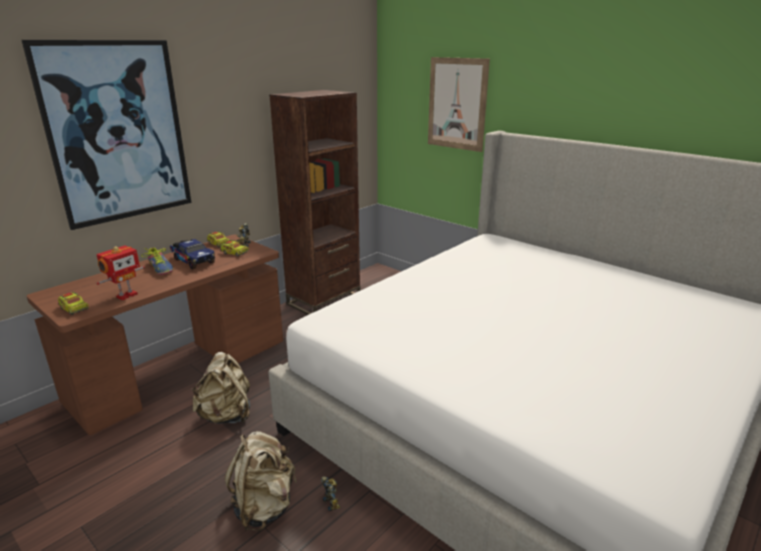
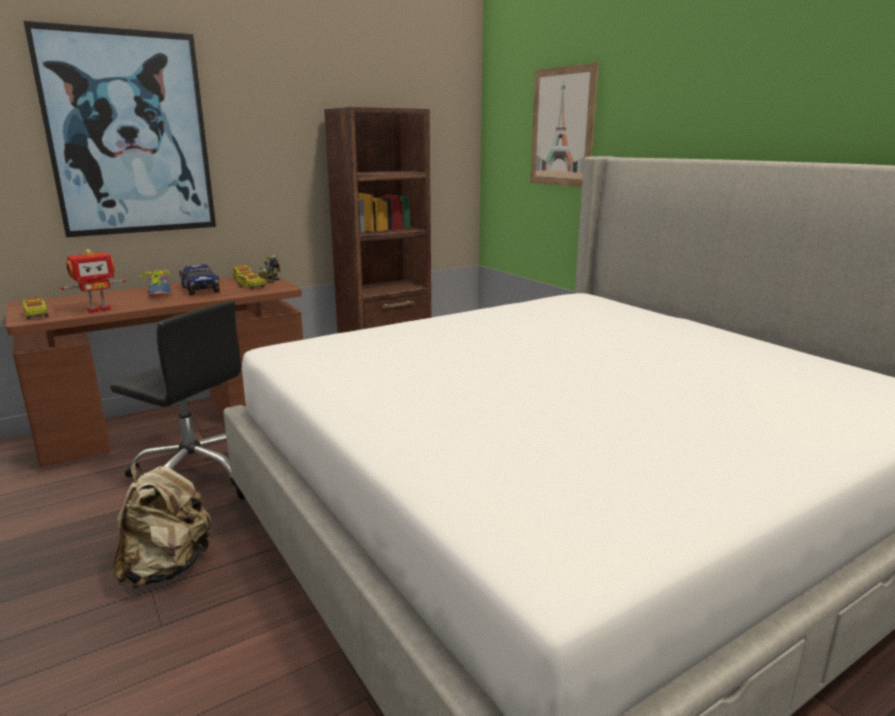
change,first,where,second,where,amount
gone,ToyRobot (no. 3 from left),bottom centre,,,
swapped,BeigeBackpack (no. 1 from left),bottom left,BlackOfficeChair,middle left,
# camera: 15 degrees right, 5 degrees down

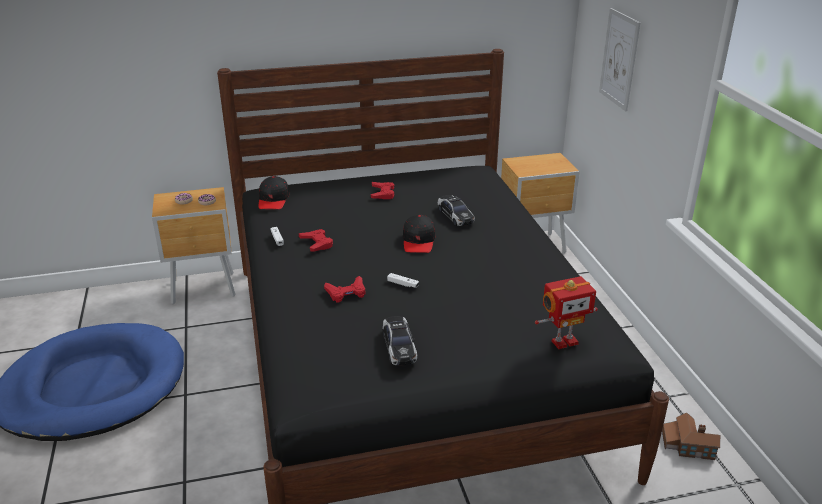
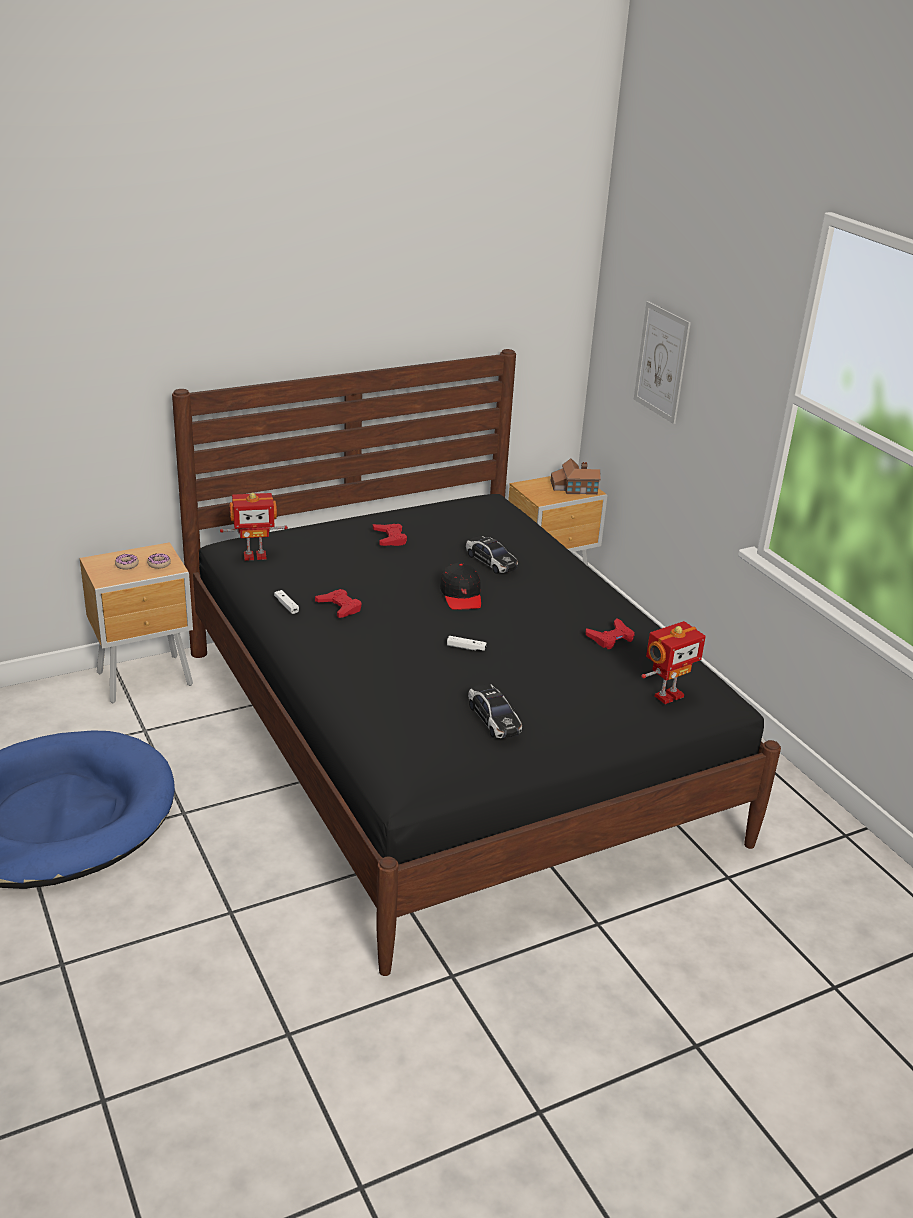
change,first,where,second,where,amount
shifted,RedGameController (no. 2 from left in the first image),centre,RedGameController (no. 3 from left),middle right,
shifted,ToyHouse,bottom right,,centre,
swapped,BlackCap (no. 1 from left),centre,ToyRobot (no. 1 from left),middle left,
# camera: 15 degrees left, 0 degrees up

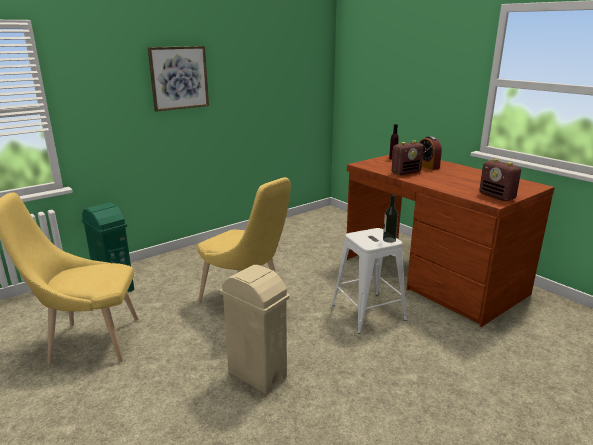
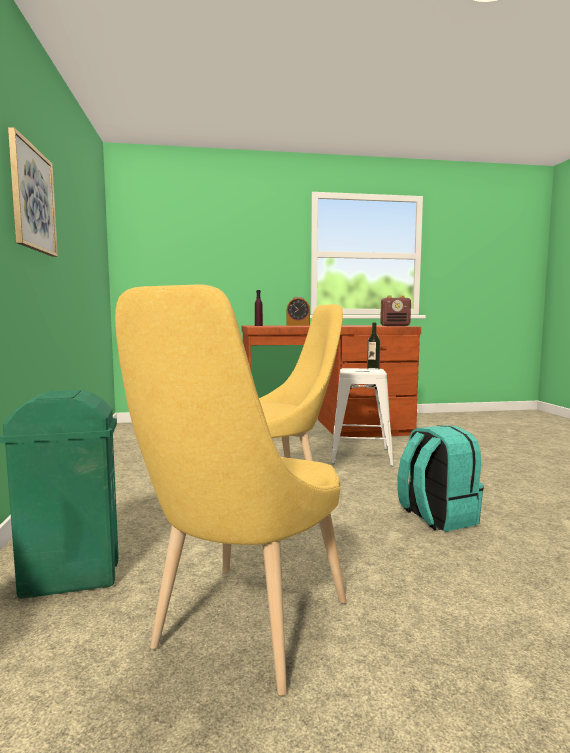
change,first,where,second,where,amount
gone,Radio (no. 1 from left),middle right,,,
swapped,BeigeTrashCan,bottom centre,TurquoiseBackpack,middle right,
# camera: 60 degrees left, 15 degrees down

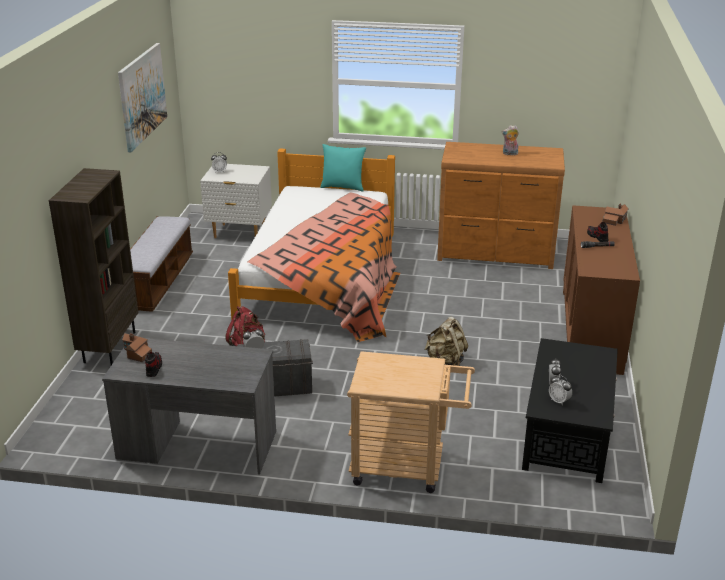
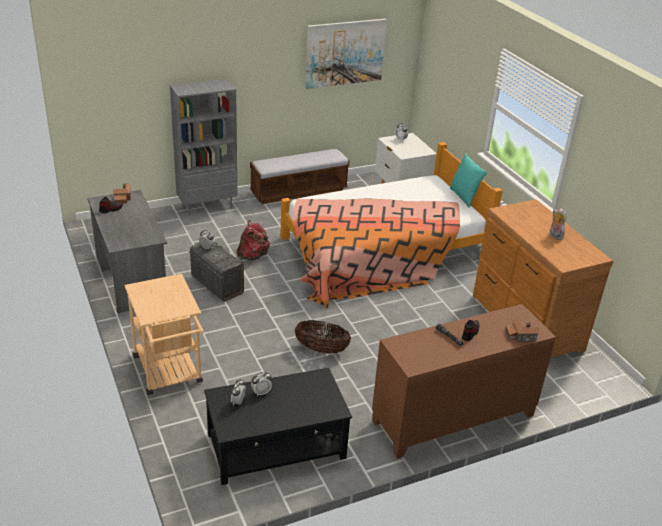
change,first,where,second,where,amount
swapped,BeigeBackpack,centre,Basket,centre,
repainted,BrownBookcase,middle left,GreyBookcase,top left,
# camera: 55 degrees right, 5 degrees up

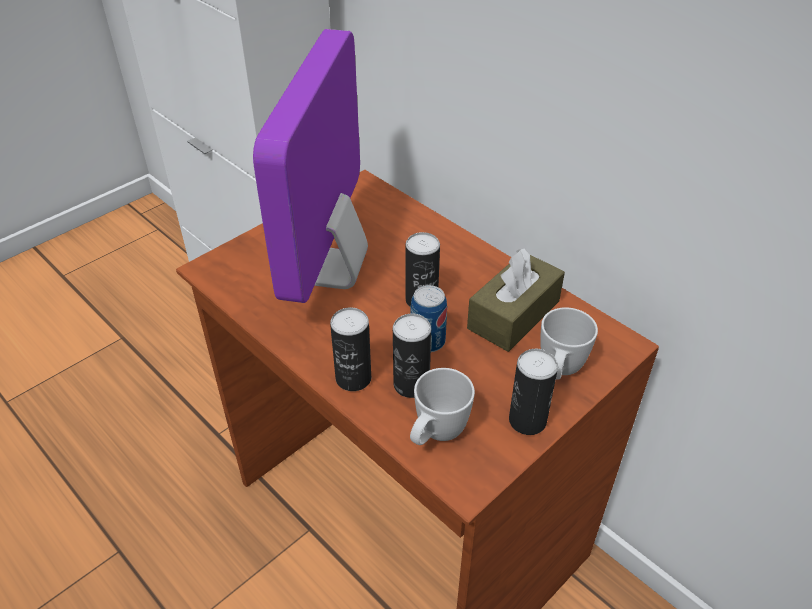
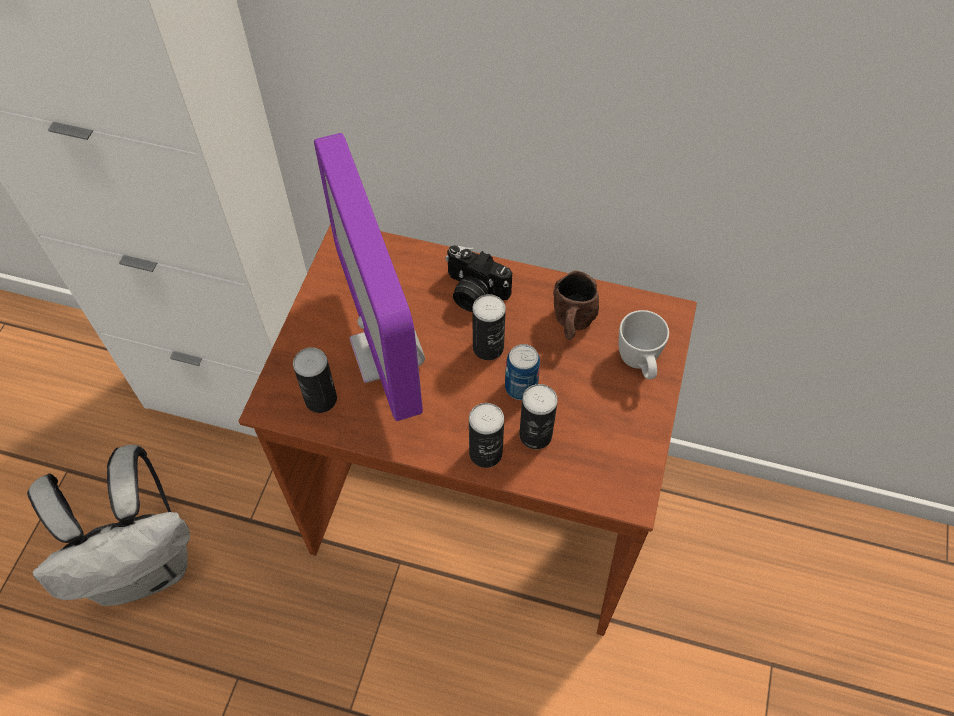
change,first,where,second,where,amount
gone,WhiteMug (no. 1 from left),bottom centre,,,
new,,,WhiteBackpack,bottom left,
new,,,PhotoCamera,centre,
shifted,Can (no. 5 from left in the first image),centre,Can (no. 1 from left),middle left,
swapped,BrownTissueBox,centre,BrownMug,centre,
# camera: 30 degrees left, 15 degrees up

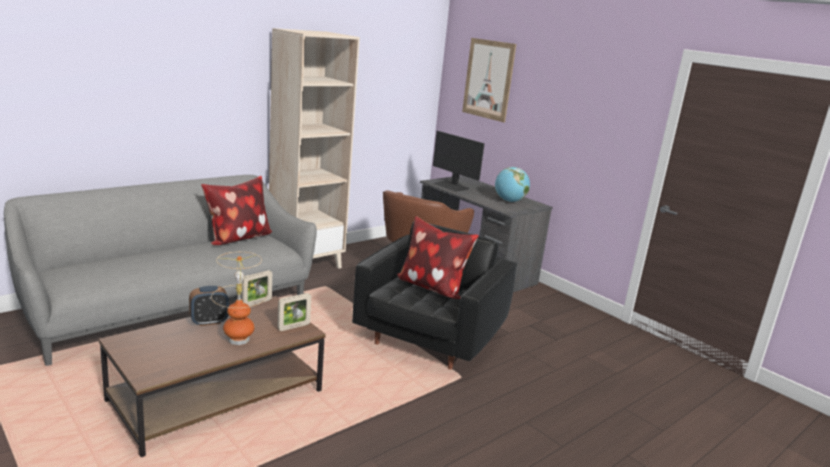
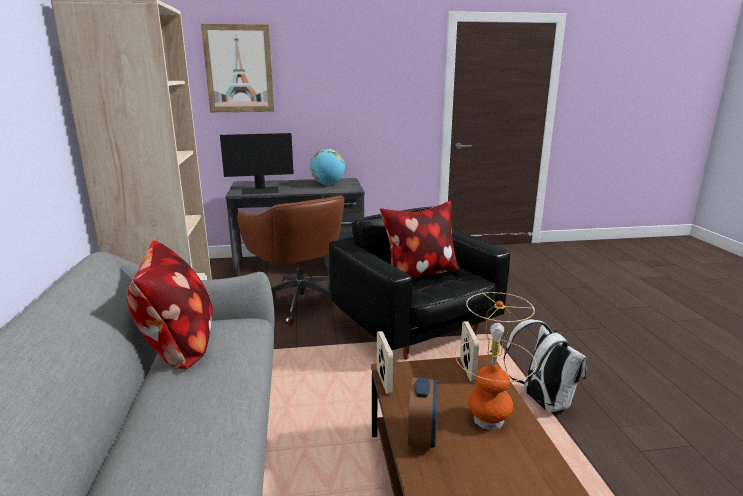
change,first,where,second,where,amount
new,,,WhiteBackpack,bottom right,
# camera: 55 degrees left, 0 degrees up

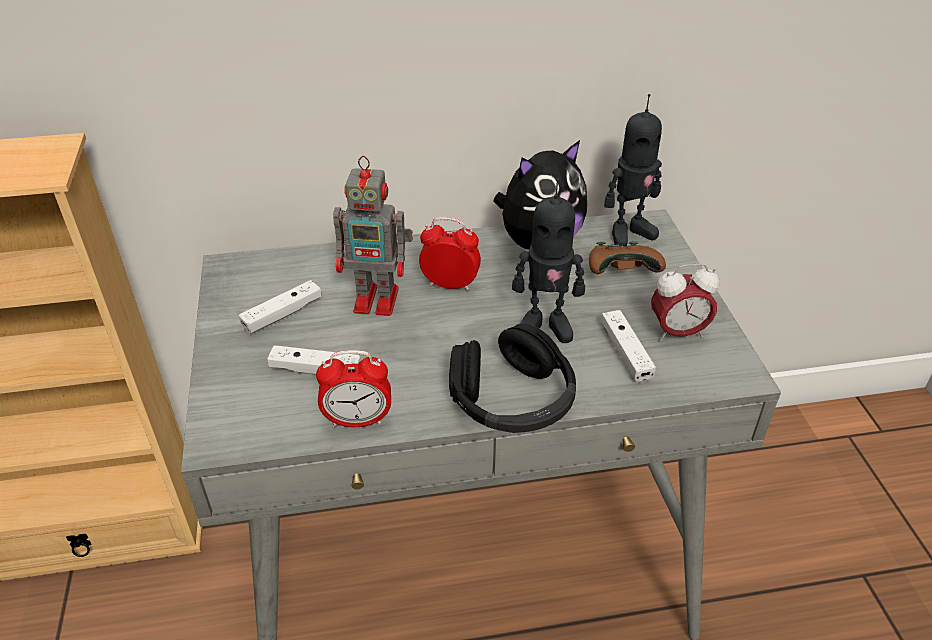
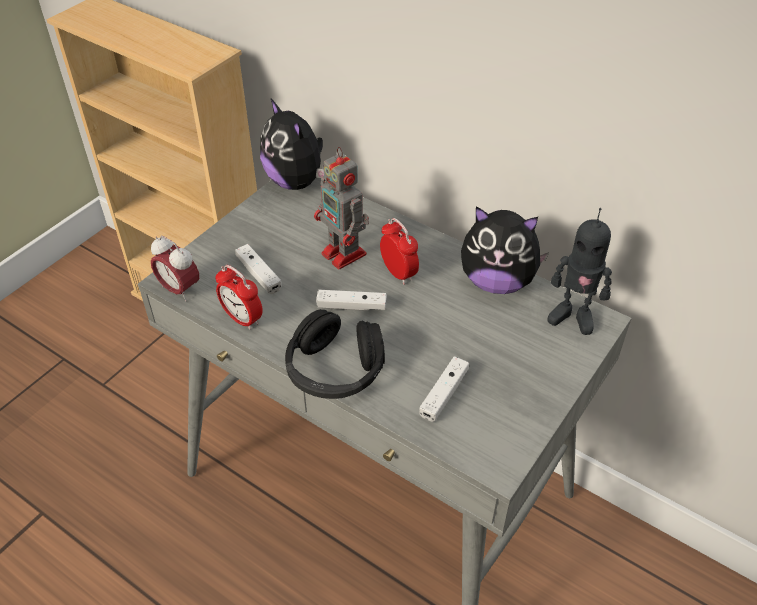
change,first,where,second,where,amount
gone,ToyRobot (no. 2 from left),centre,,,
gone,BrownGameController,middle right,,,
new,,,PlushToy (no. 1 from left),top centre,
shifted,WhiteGameController (no. 1 from left in the first image),middle left,WhiteGameController (no. 2 from left),centre,
shifted,AlarmClock (no. 3 from left in the first image),middle right,AlarmClock (no. 1 from left),middle left,
# camera: 45 degrees right, 5 degrees up

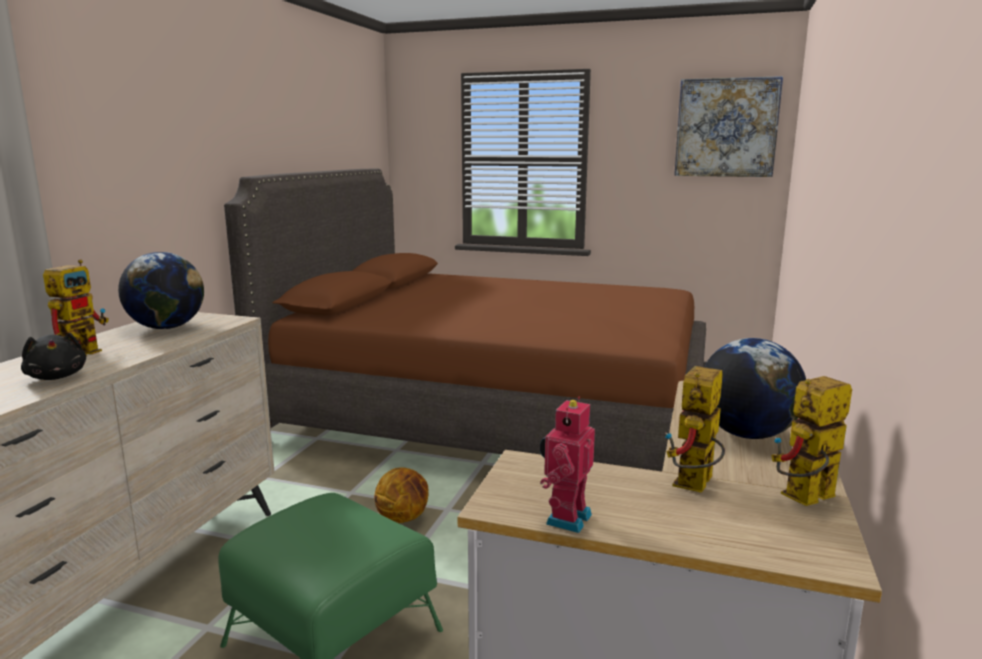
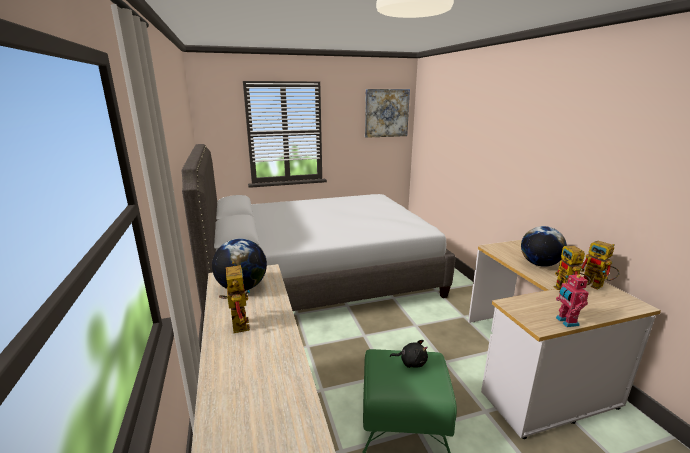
change,first,where,second,where,amount
gone,Basketball,bottom centre,,,
shifted,BlackPlushToy,middle left,,bottom centre,
repainted,BrownBed,centre,GreyBed,centre,
rotated,ToyRobot (no. 4 from left),bottom right,,middle right,60 degrees counterclockwise
# camera: 35 degrees left, 5 degrees up

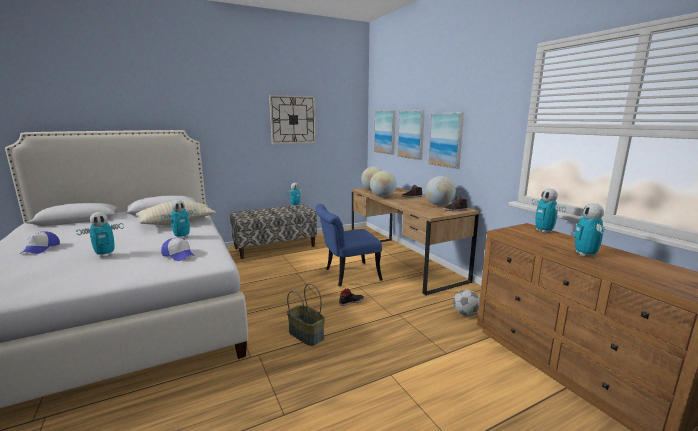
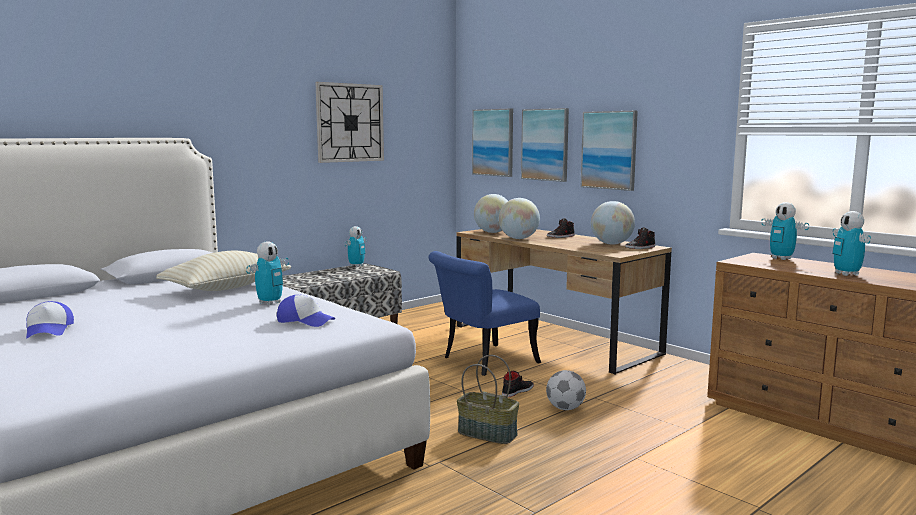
change,first,where,second,where,amount
gone,ToyRobot (no. 1 from left),middle left,,,
shifted,Football,bottom right,,bottom centre,
# camera: 15 degrees left, 5 degrees down

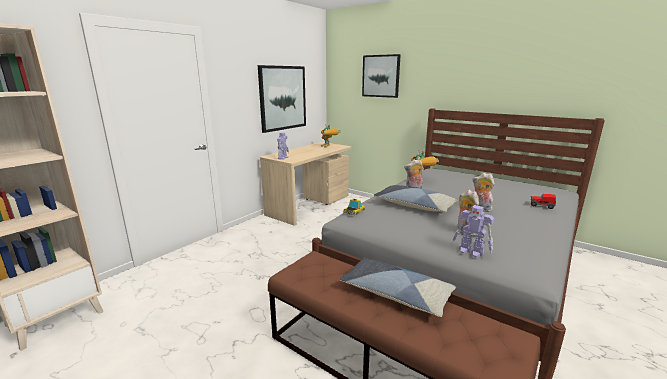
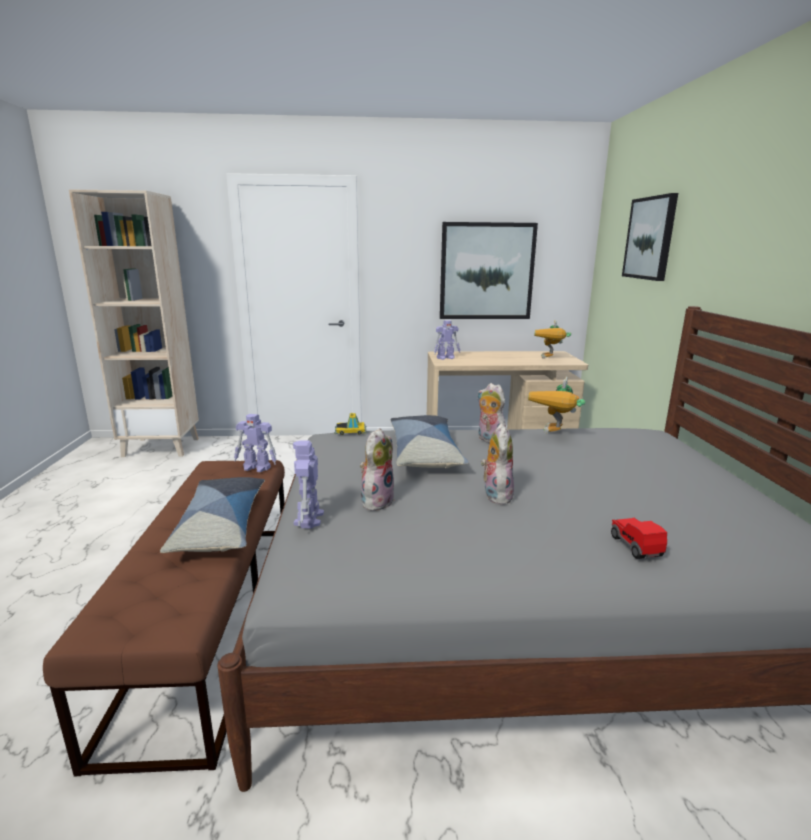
change,first,where,second,where,amount
new,,,ToyRobot (no. 1 from left),middle left,
# camera: 50 degrees right, 0 degrees up

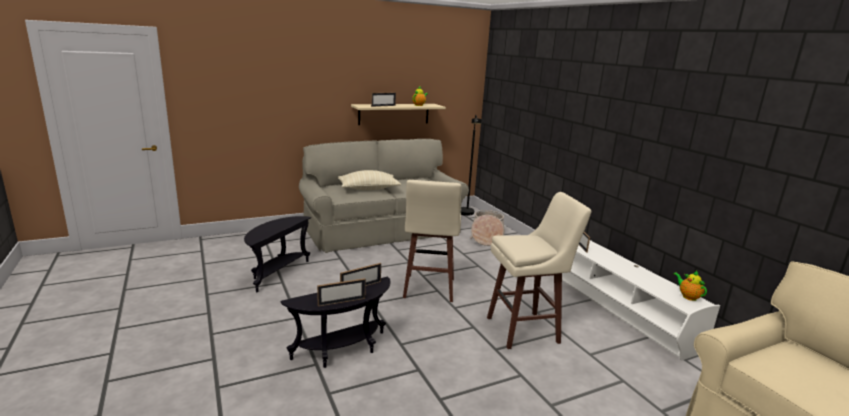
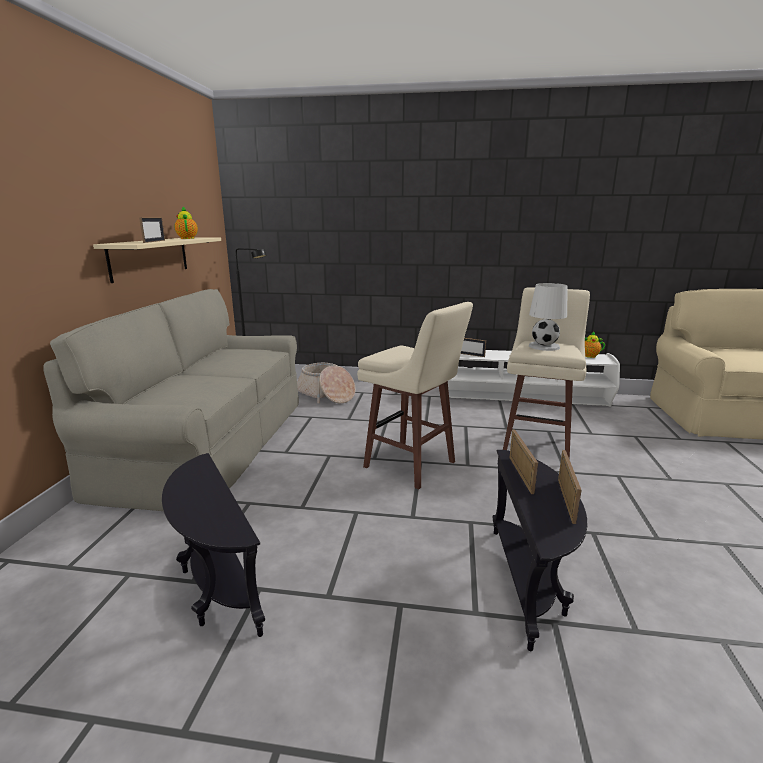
change,first,where,second,where,amount
gone,BeigePillow,centre,,,
new,,,WhiteTableLamp,middle right,
# camera: 55 degrees left, 0 degrees up

